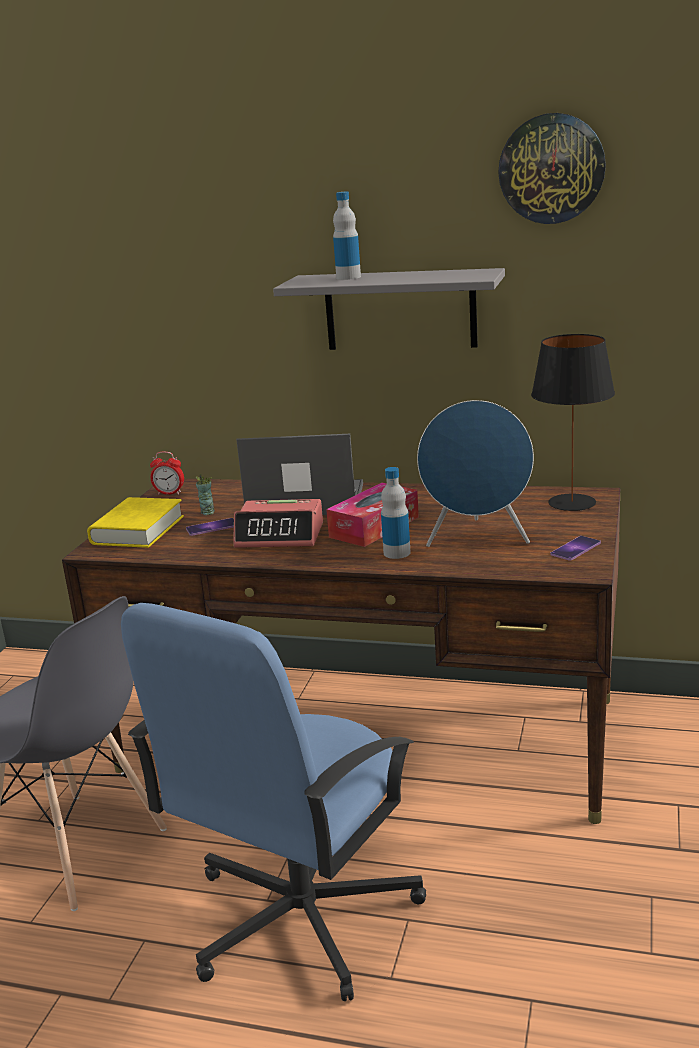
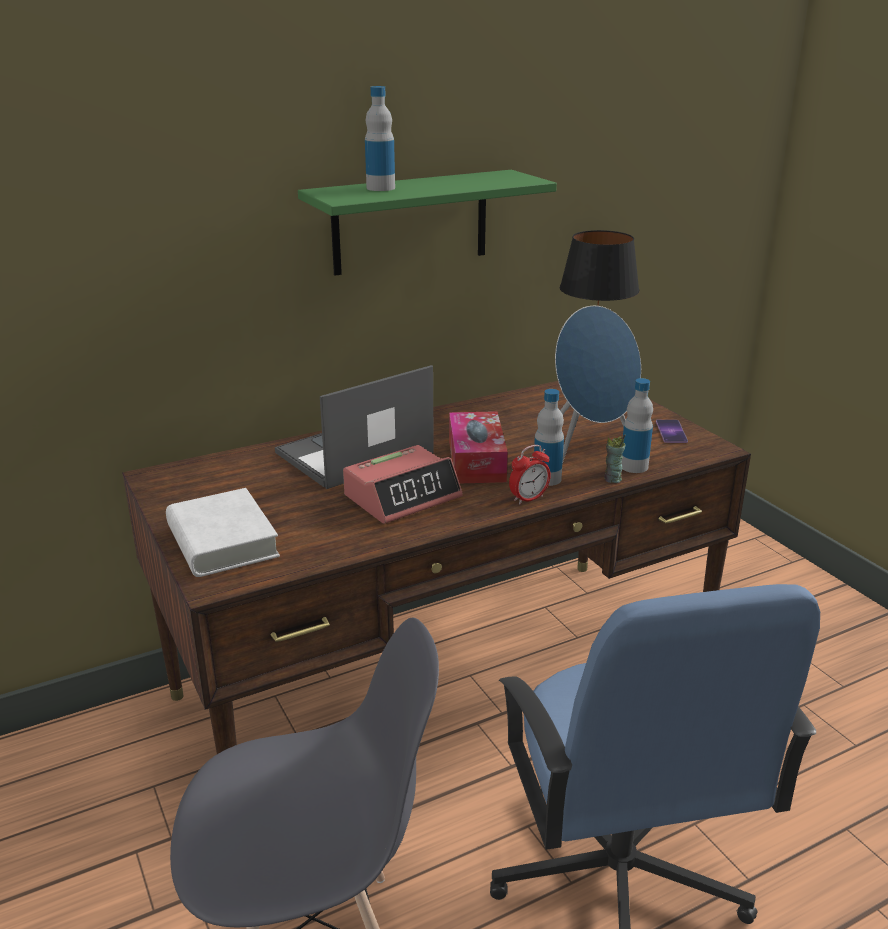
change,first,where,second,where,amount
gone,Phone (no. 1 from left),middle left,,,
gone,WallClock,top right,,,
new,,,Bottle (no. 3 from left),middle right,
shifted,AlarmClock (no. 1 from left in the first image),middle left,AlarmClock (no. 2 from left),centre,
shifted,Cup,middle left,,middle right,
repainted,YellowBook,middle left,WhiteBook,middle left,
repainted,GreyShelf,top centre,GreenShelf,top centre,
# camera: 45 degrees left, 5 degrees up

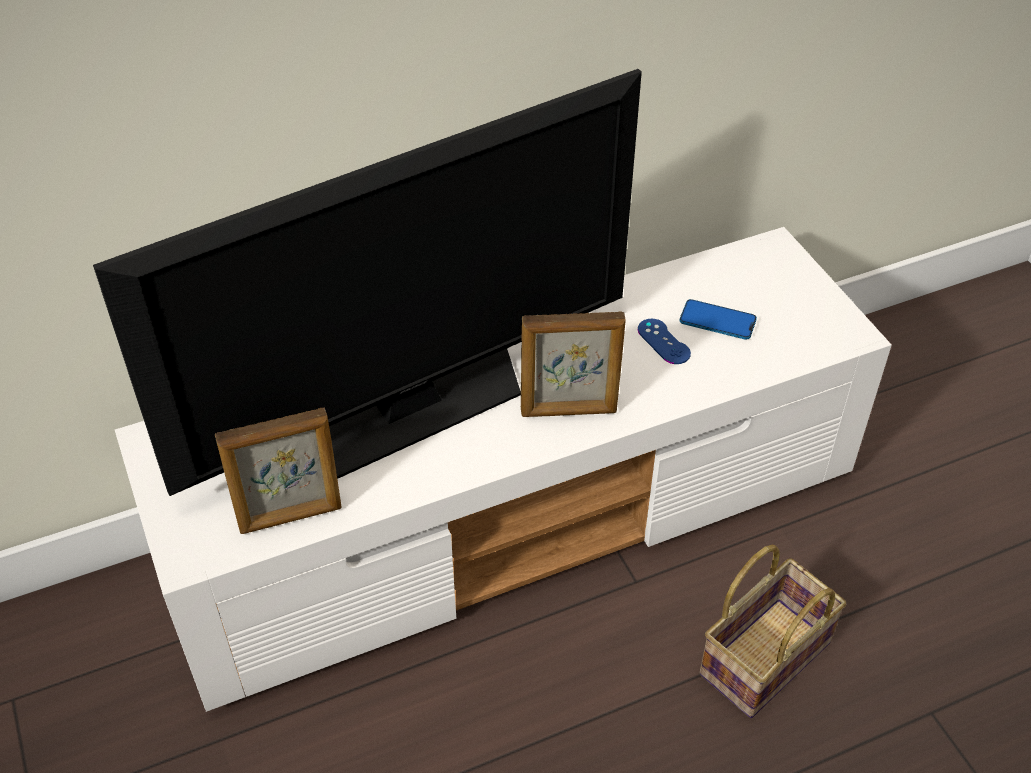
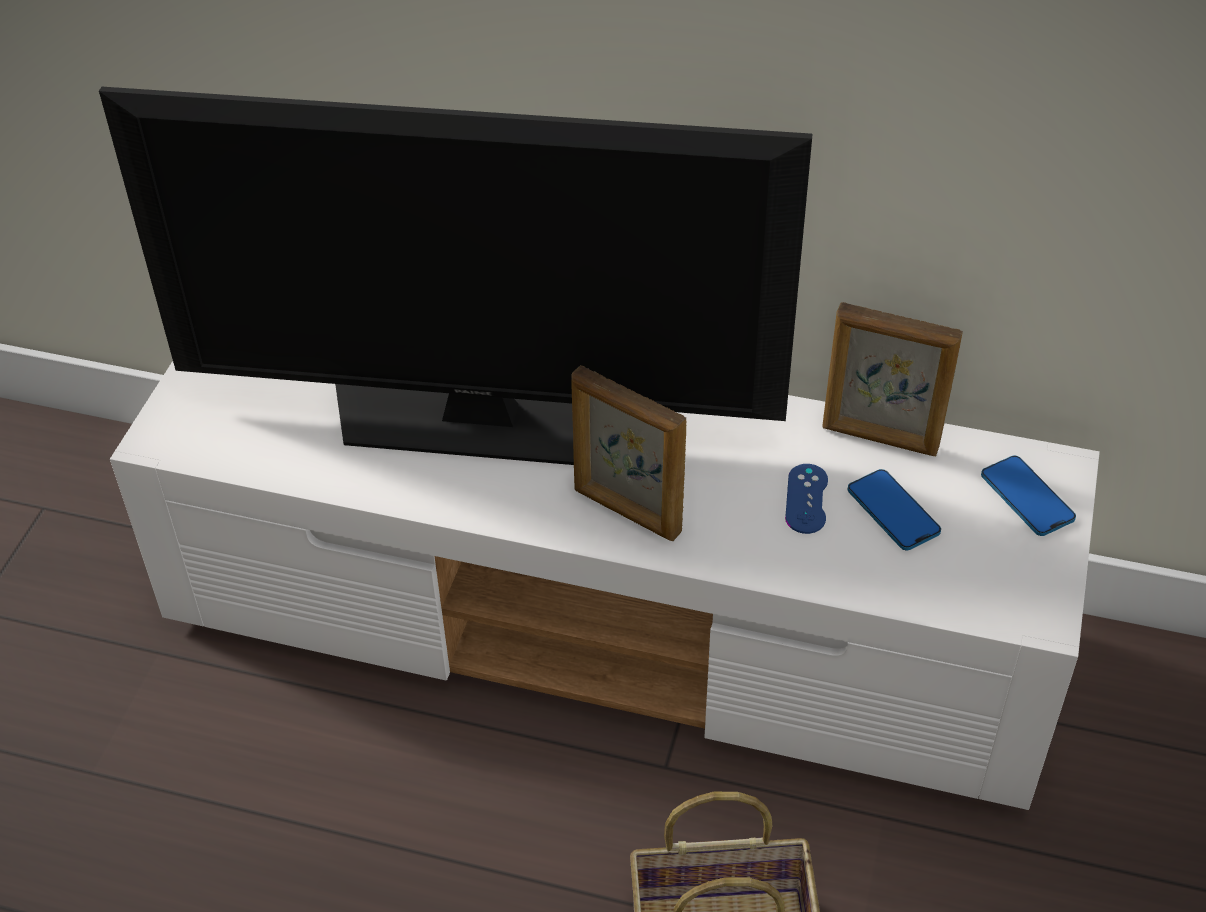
change,first,where,second,where,amount
new,,,Phone (no. 2 from left),middle right,
shifted,PictureFrame (no. 1 from left in the first image),middle left,PictureFrame (no. 2 from left),middle right,
# camera: 40 degrees right, 0 degrees up

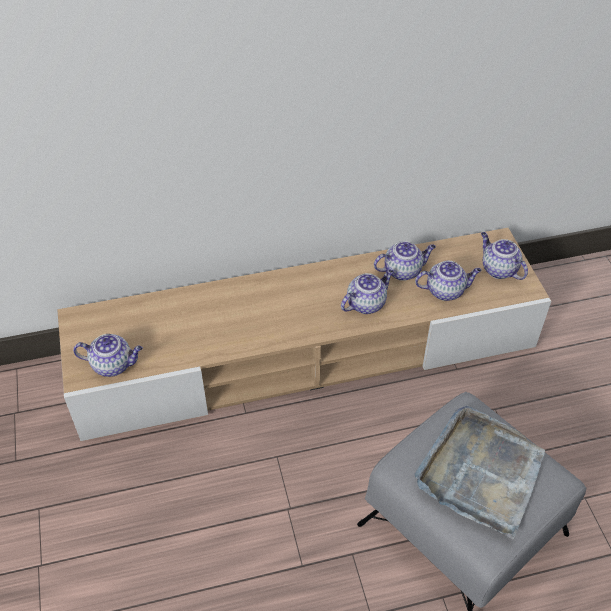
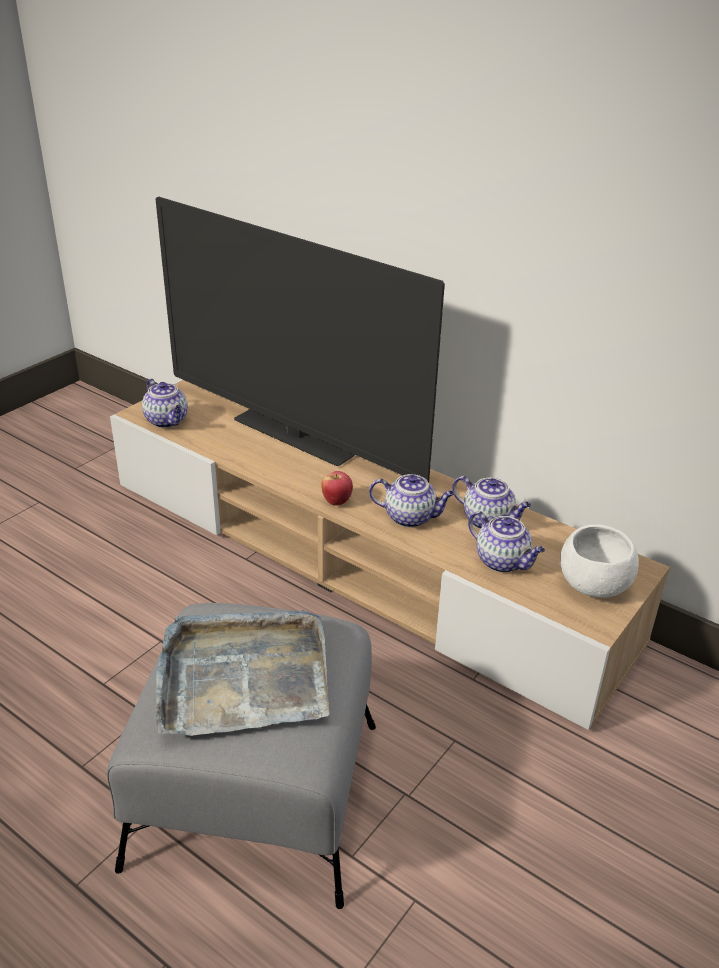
change,first,where,second,where,amount
new,,,Television,centre,
new,,,Apple,centre,
swapped,Teapot (no. 5 from left),middle right,WhiteBowl,middle right,
# camera: 50 degrees right, 15 degrees down

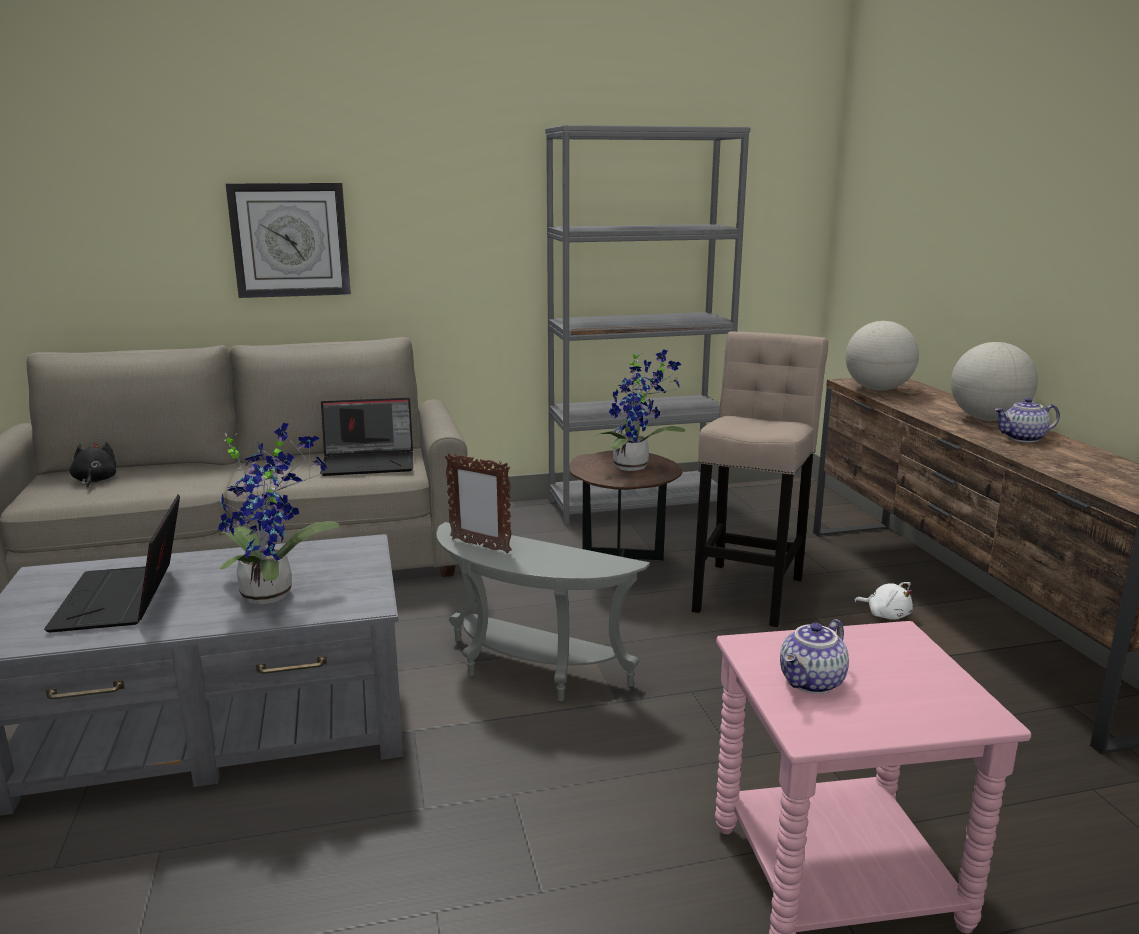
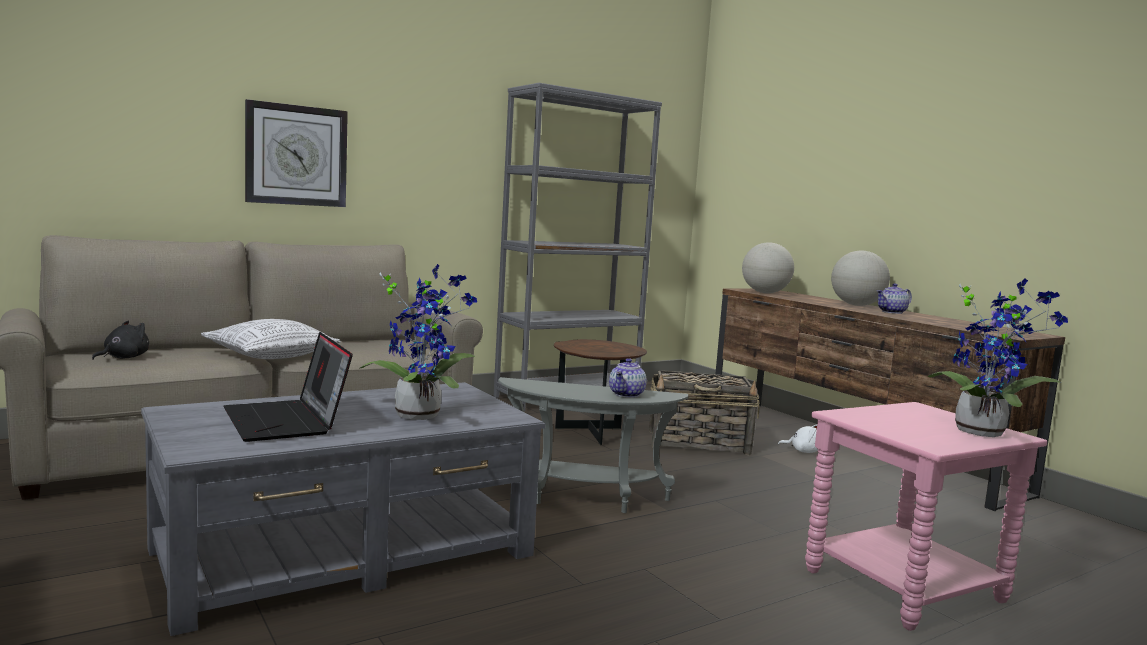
change,first,where,second,where,amount
gone,Laptop (no. 2 from left),middle left,,,
gone,PictureFrame,centre,,,
new,,,Pillow,middle left,
shifted,PottedPlant (no. 2 from left),centre,,middle right,
shifted,Teapot (no. 1 from left),bottom right,,centre,
swapped,BeigeStool,middle right,Basket,centre,
rotated,BlackPlushToy,middle left,,middle left,60 degrees clockwise
# camera: 20 degrees left, 10 degrees down

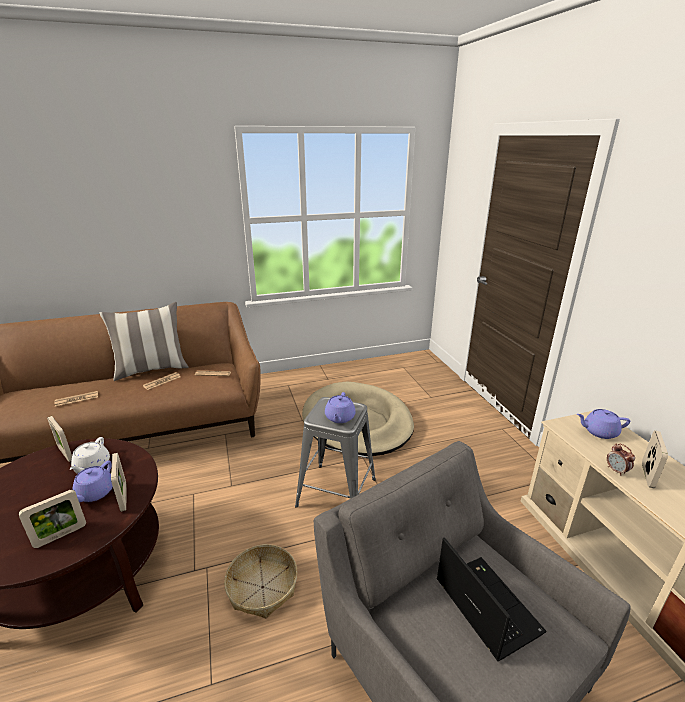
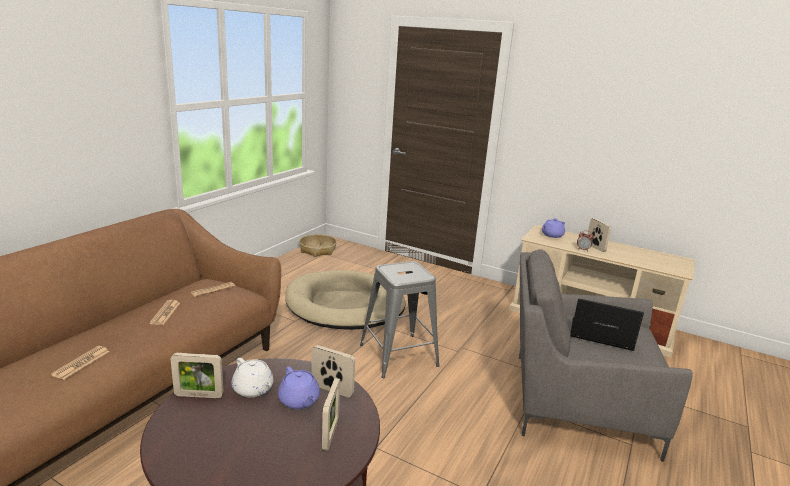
change,first,where,second,where,amount
gone,Pillow,middle left,,,
gone,PurpleTeapot (no. 2 from left),centre,,,
shifted,Basket,bottom centre,,centre,
# camera: 45 degrees left, 5 degrees down

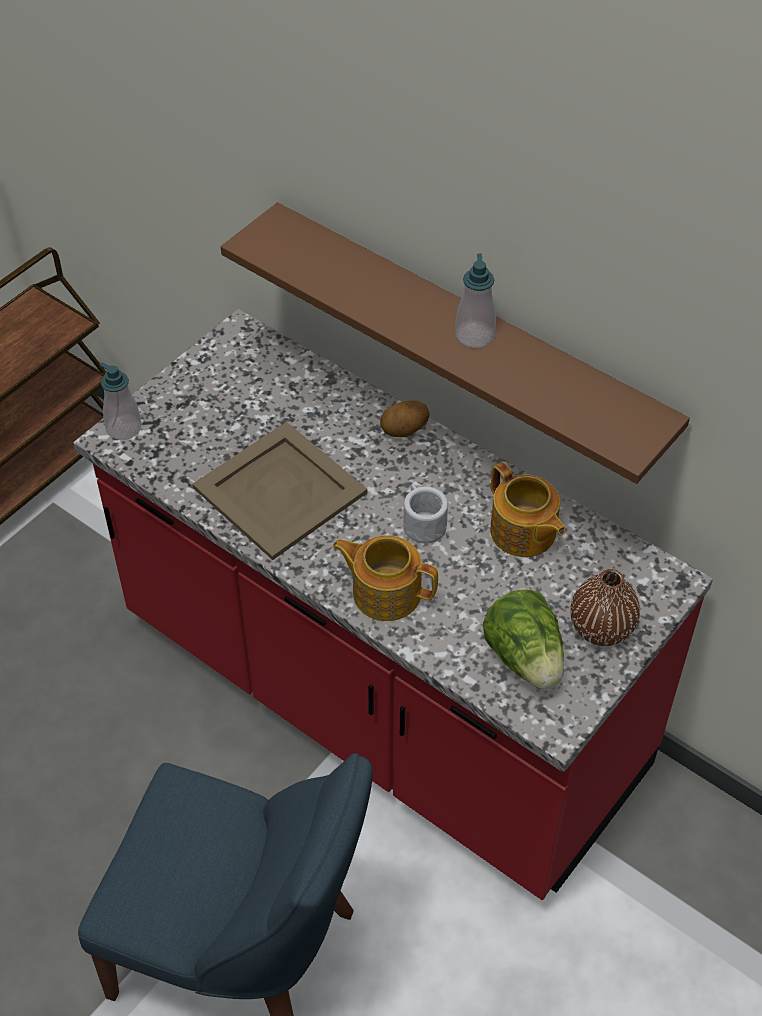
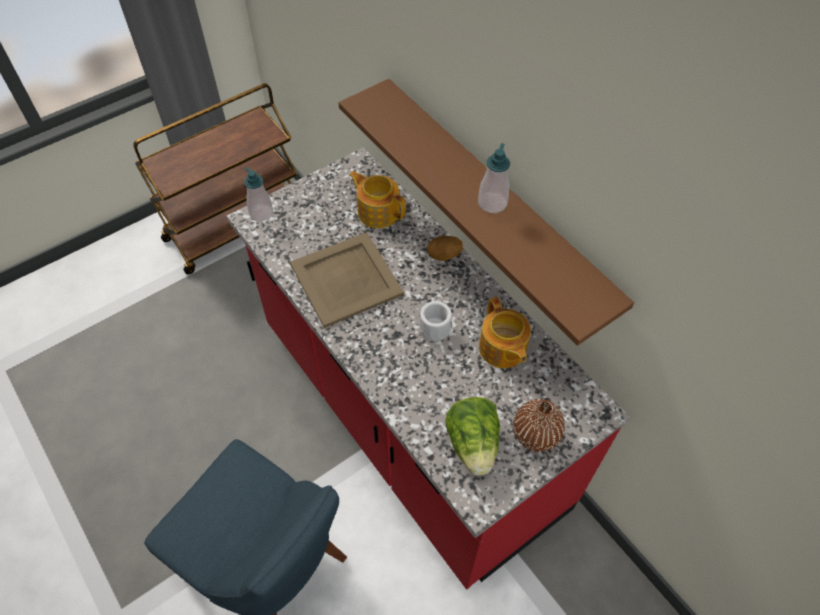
change,first,where,second,where,amount
shifted,Teapot (no. 1 from left),centre,,top centre,
# camera: 15 degrees right, 5 degrees up

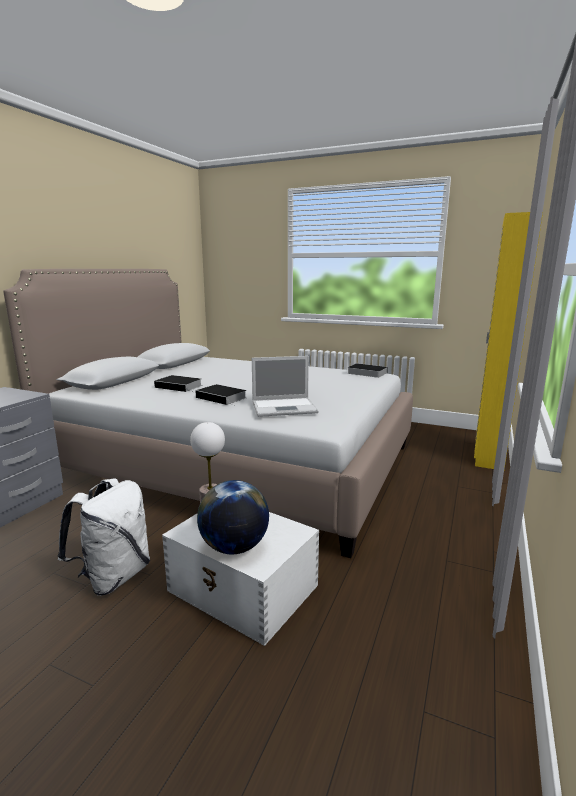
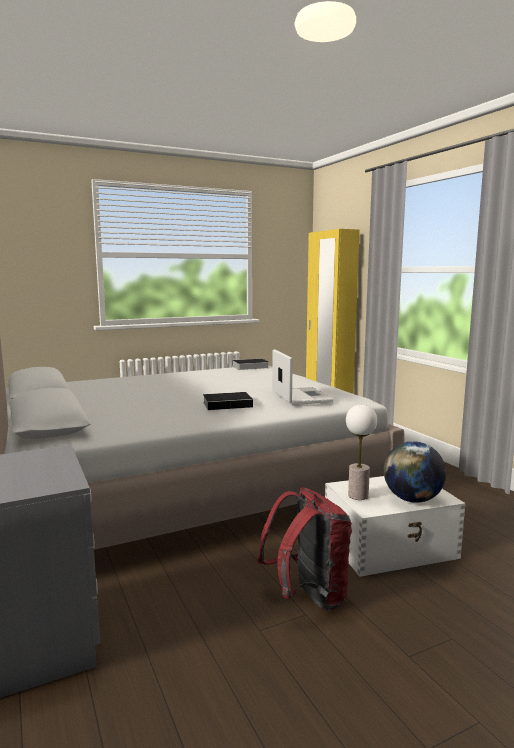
change,first,where,second,where,amount
gone,Book (no. 1 from left),middle left,,,
repainted,WhiteBackpack,bottom left,RedBackpack,bottom centre,
rotated,Laptop,centre,,centre,45 degrees counterclockwise
# camera: 50 degrees left, 5 degrees down

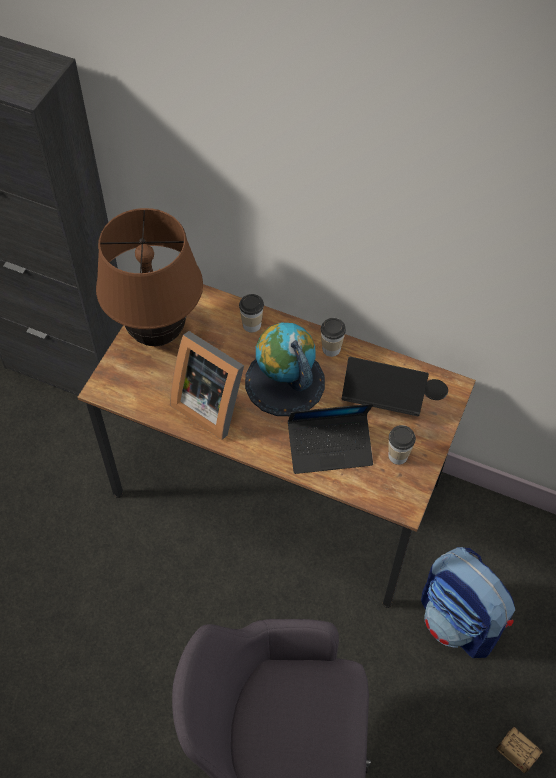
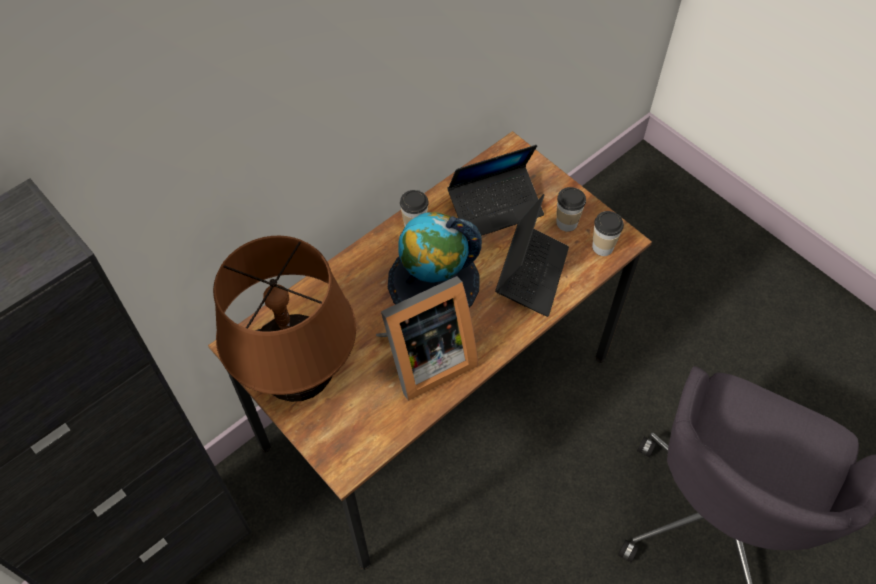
change,first,where,second,where,amount
gone,Backpack,bottom right,,,
gone,StorageBox,bottom right,,,
shifted,Cup (no. 1 from left in the first image),centre,Cup (no. 3 from left),middle right,
rotated,Laptop (no. 2 from left in the first image),middle right,Laptop (no. 1 from left),top centre,150 degrees counterclockwise
# camera: 65 degrees left, 0 degrees up

